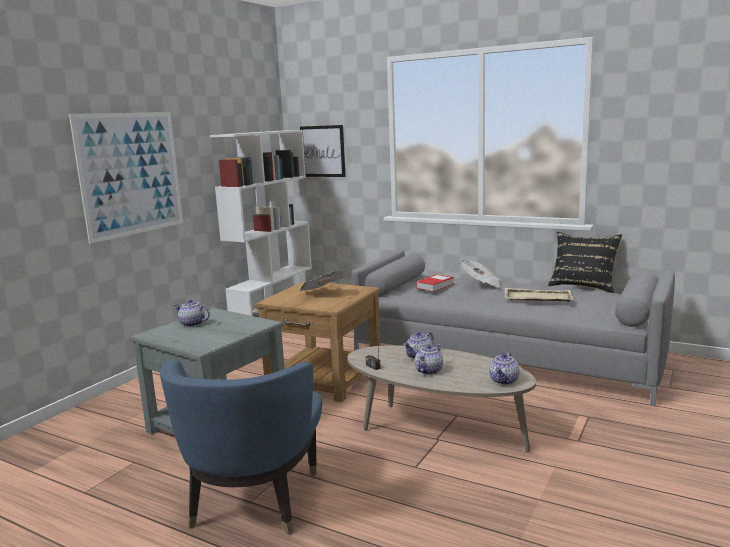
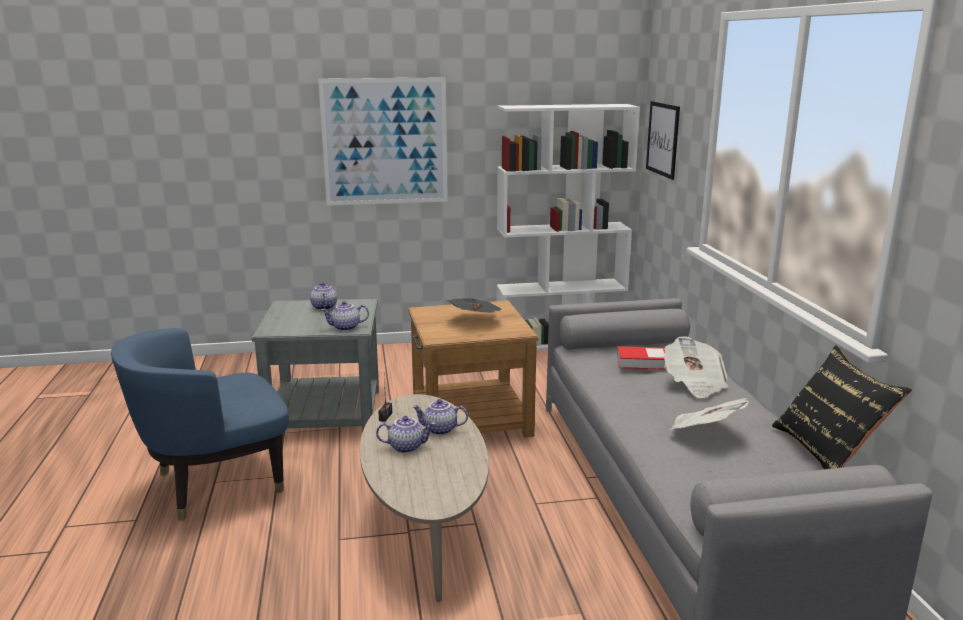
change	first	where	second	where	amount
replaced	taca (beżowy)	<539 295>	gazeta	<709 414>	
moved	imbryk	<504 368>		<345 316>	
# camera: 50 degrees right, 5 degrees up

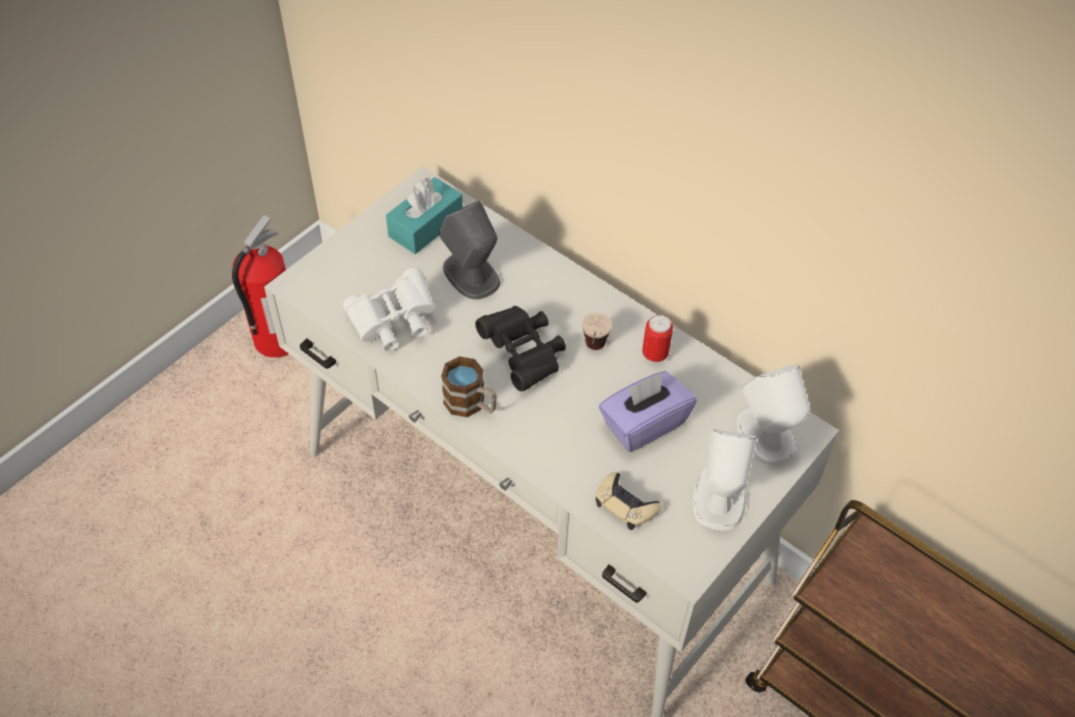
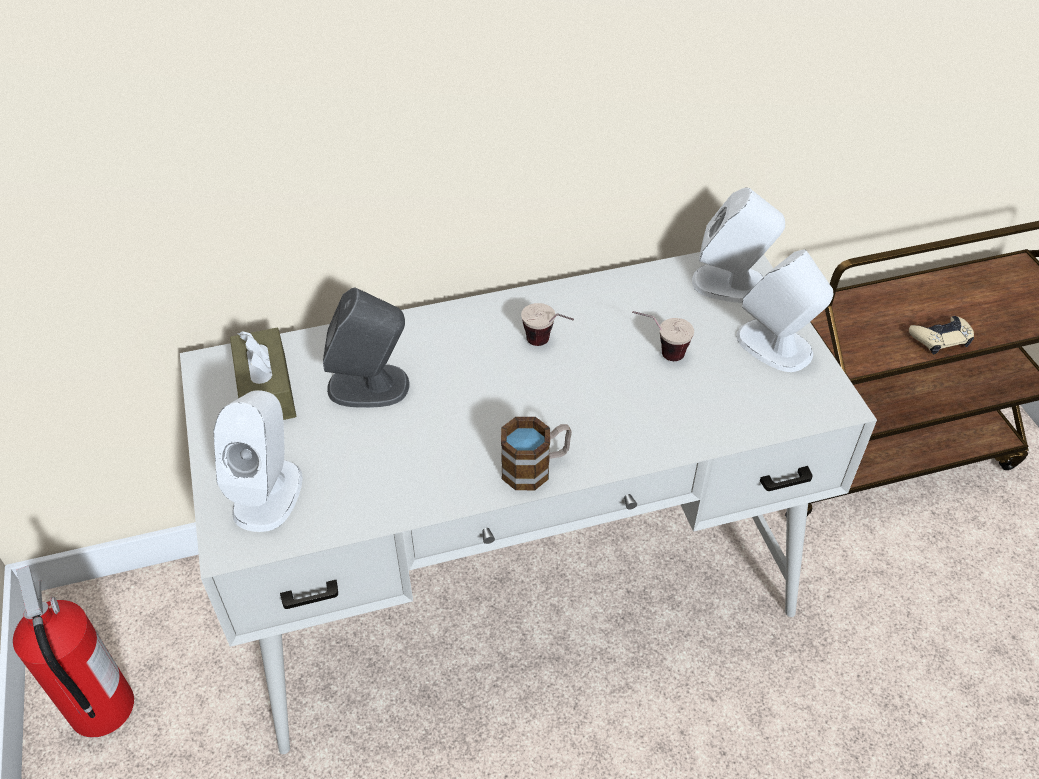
change	first	where	second	where	amount
recoloured	pudełko chusteczek (turkusowy)	<424 215>	pudełko chusteczek (brązowy)	<263 374>	
removed	lornetka (biały)	<389 309>			
removed	lornetka (czarny)	<520 348>			
removed	puszka	<657 339>			
replaced	pudełko chusteczek (fioletowy)	<648 411>	filiżanka	<663 336>	
moved	pad do gier (beżowy)	<628 501>		<941 335>	
added			głośnik (biały)	<258 461>	
# camera: 55 degrees left, 5 degrees down

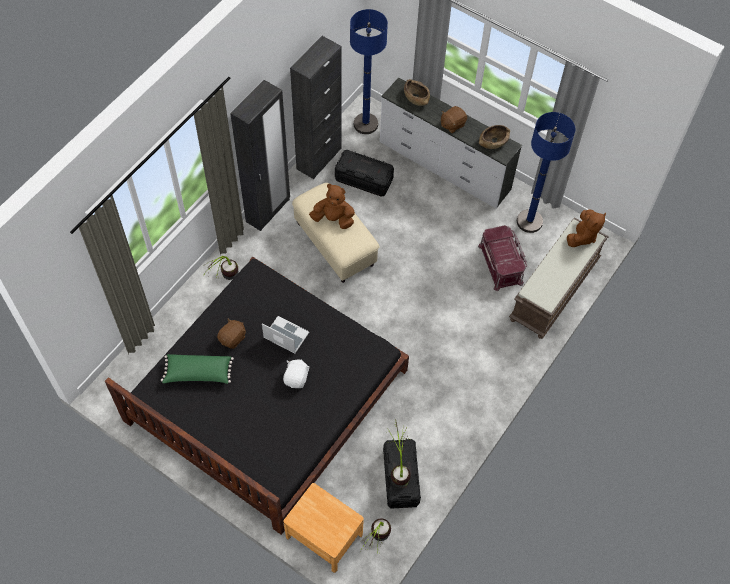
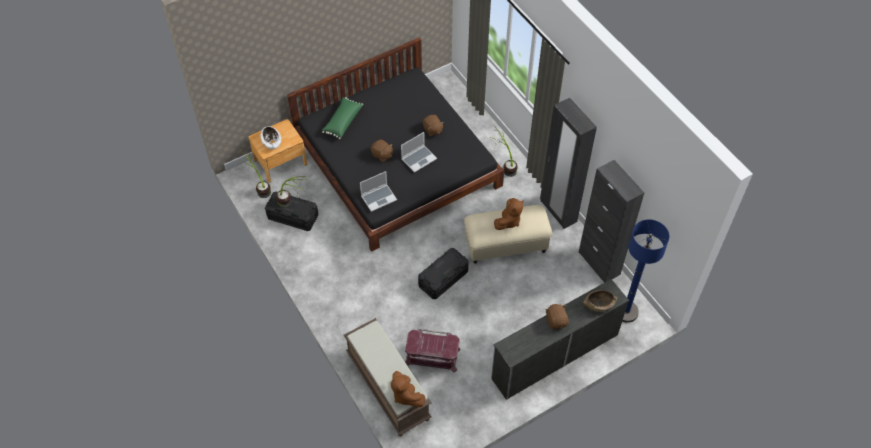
change	first	where	second	where	amount
removed	lampa stojąca (niebieski)	<546 172>			
removed	miska (brązowy)	<494 137>			
moved	pojemnik do przechowywania (czarny)	<364 173>		<443 273>	
moved	poduszka (zielony)	<197 369>		<342 118>	
recoloured	pluszak (biały)	<296 373>	pluszak (brązowy)	<382 150>	
added			miska (biały)	<271 137>	
added			laptop	<378 191>	
# camera: 115 degrees right, 5 degrees down

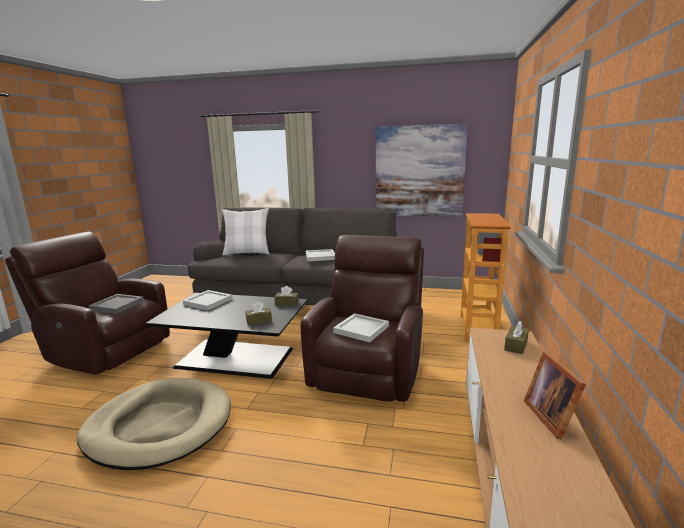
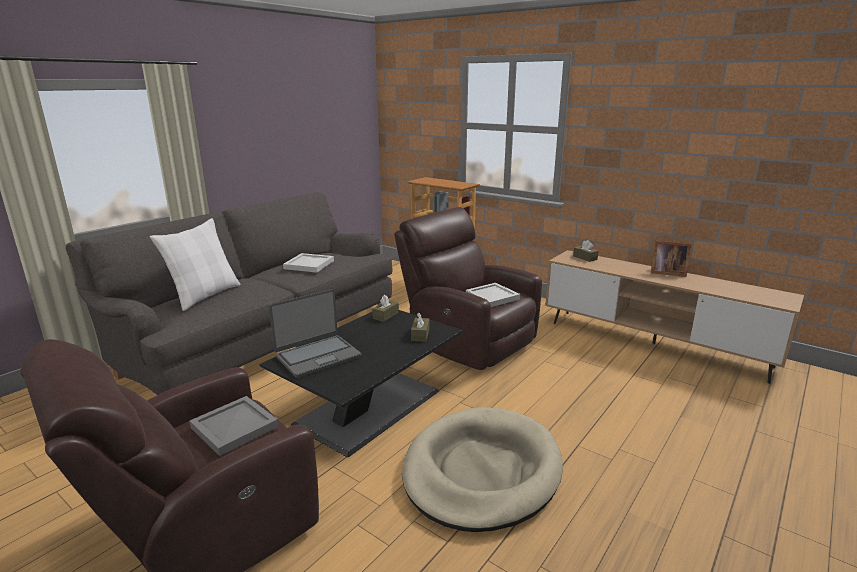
change	first	where	second	where	amount
removed	obraz	<422 170>			
replaced	taca (biały)	<208 300>	laptop	<315 333>	
# camera: 65 degrees left, 5 degrees up

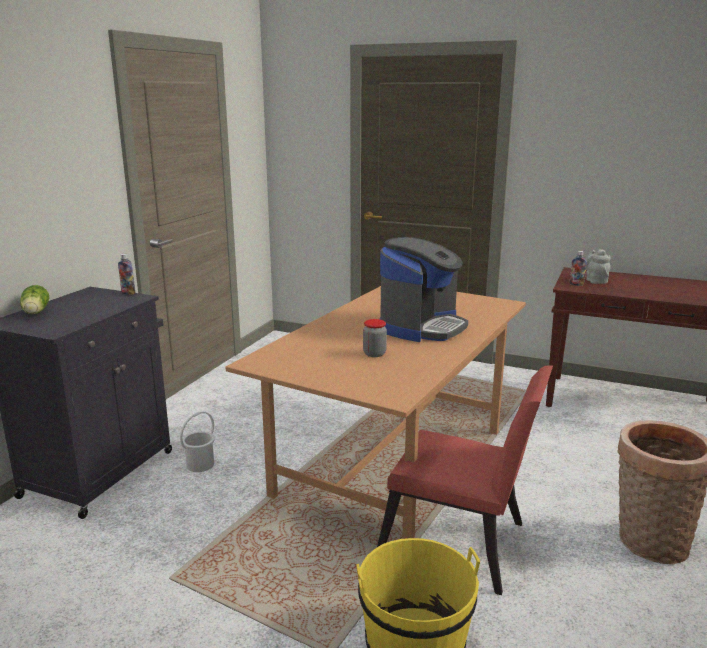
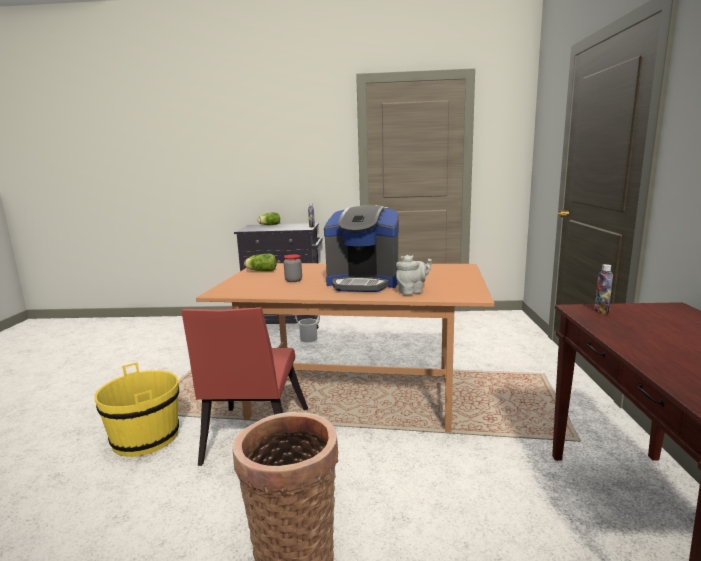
change	first	where	second	where	amount
moved	imbryk (szary)	<598 266>		<414 275>	
added			sałata	<260 262>	
# camera: 70 degrees right, 5 degrees down

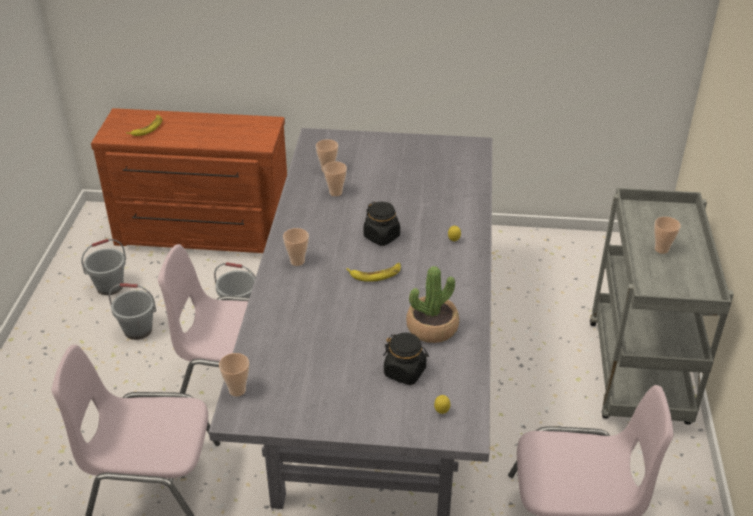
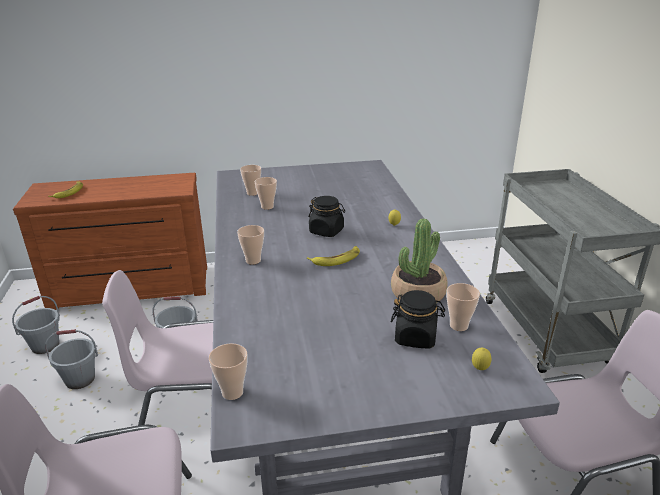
change	first	where	second	where	amount
moved	filiżanka	<667 235>		<463 307>	
# camera: 15 degrees left, 10 degrees down

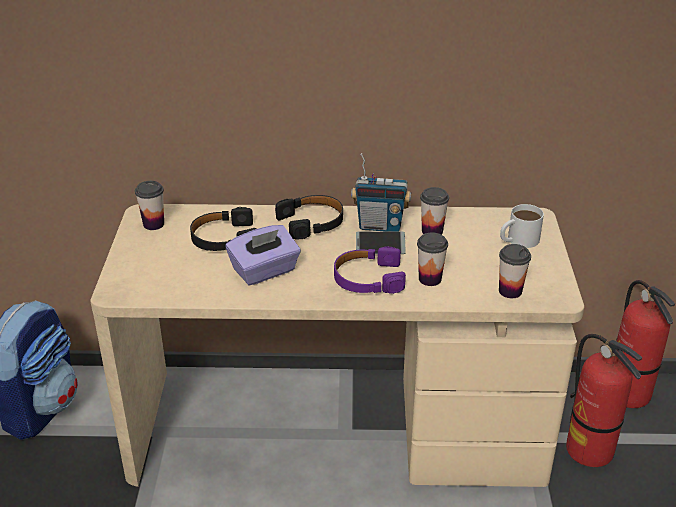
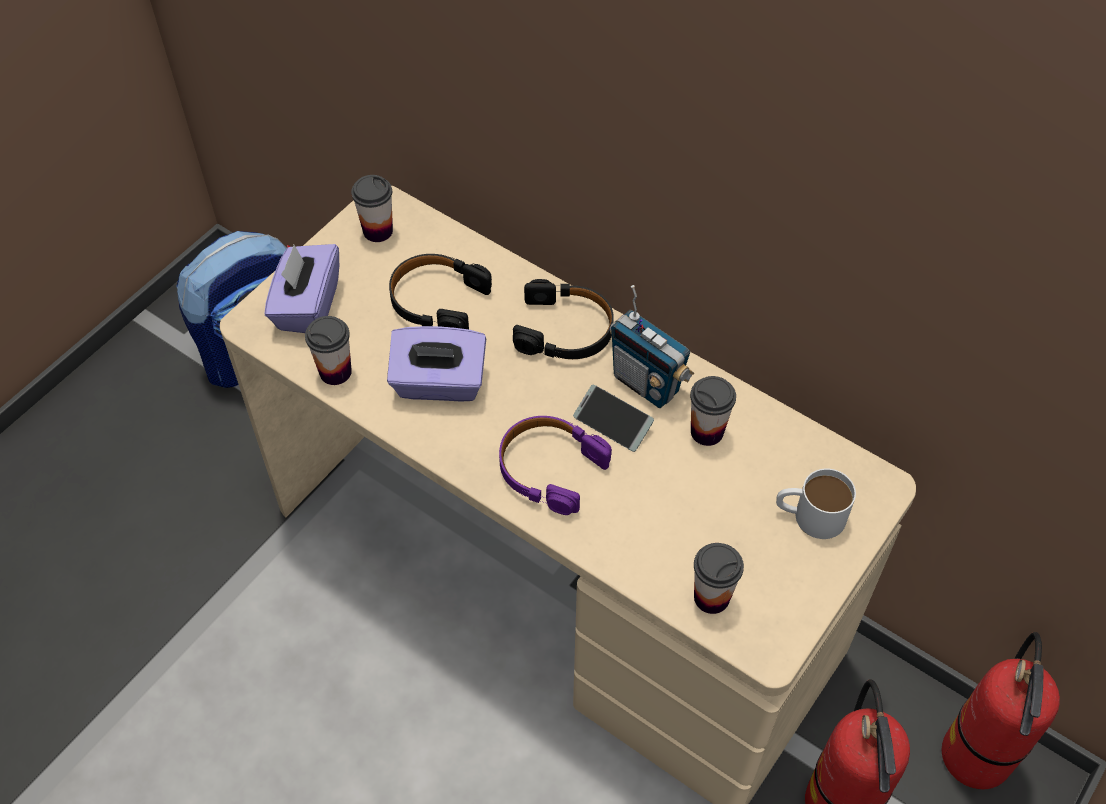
change	first	where	second	where	amount
moved	filiżanka	<432 259>		<328 350>	
added			pudełko chusteczek (fioletowy)	<301 288>	
# camera: 35 degrees right, 20 degrees up

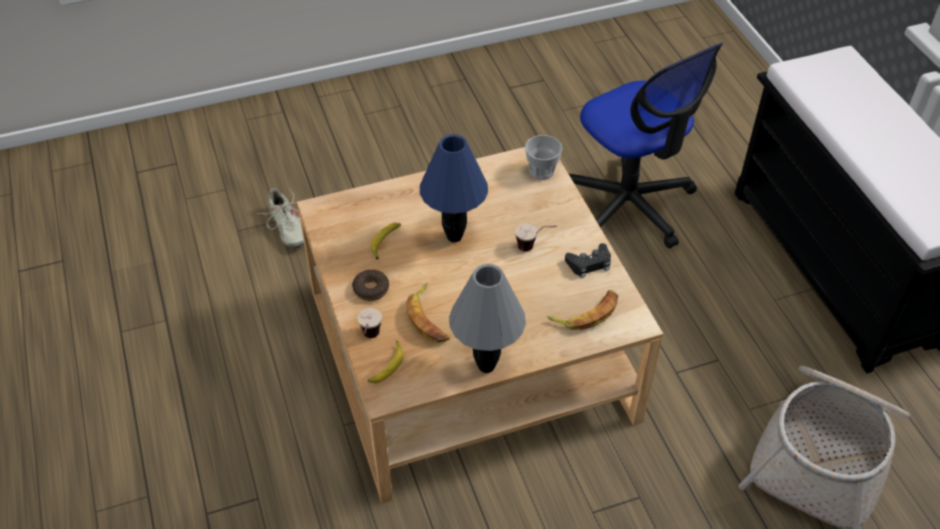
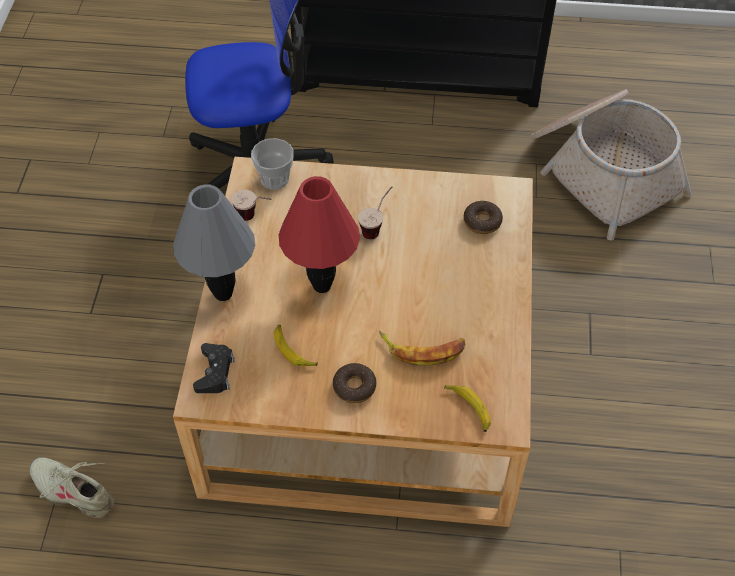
change	first	where	second	where	amount
recoloured	lampa stołowa (niebieski)	<454 188>	lampa stołowa (czerwony)	<319 234>	
turned	but (beżowy)	<280 218>		<71 487>	150 degrees counterclockwise
moved	pad do gier (czarny)	<588 260>		<214 368>	
moved	lampa stołowa (szary)	<487 318>		<214 242>	
replaced	banan	<582 310>	donut	<483 217>	
moved	filiżanka	<370 323>		<251 205>	
# camera: 65 degrees left, 5 degrees up

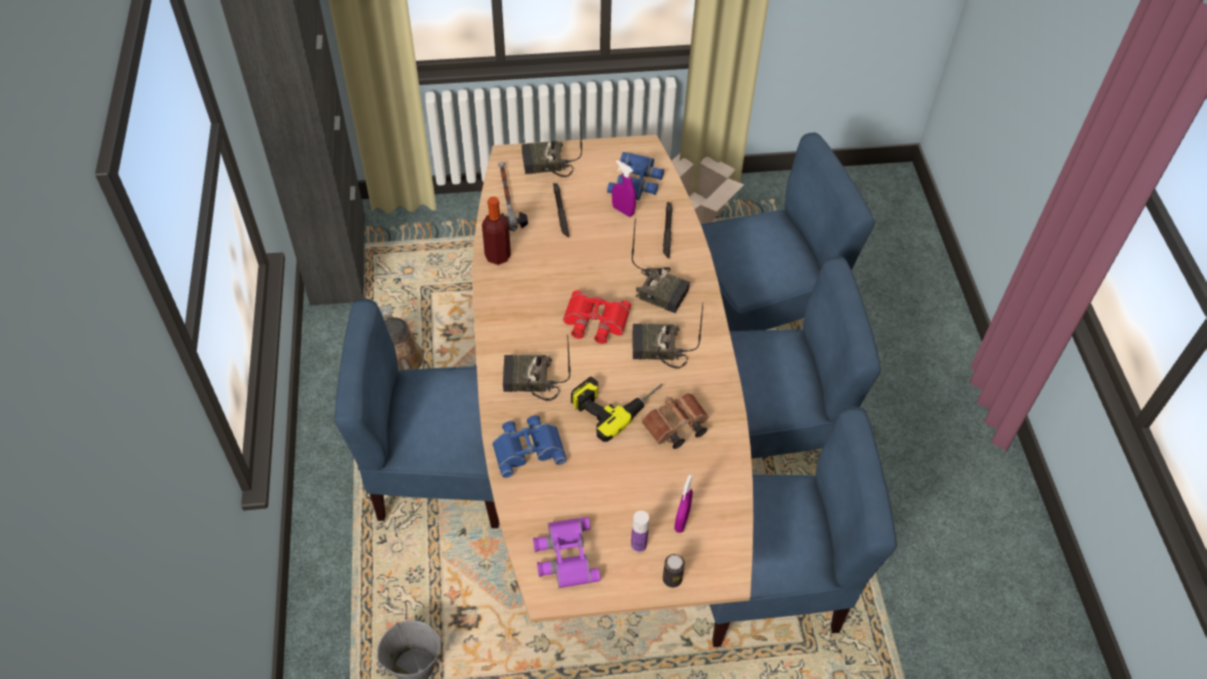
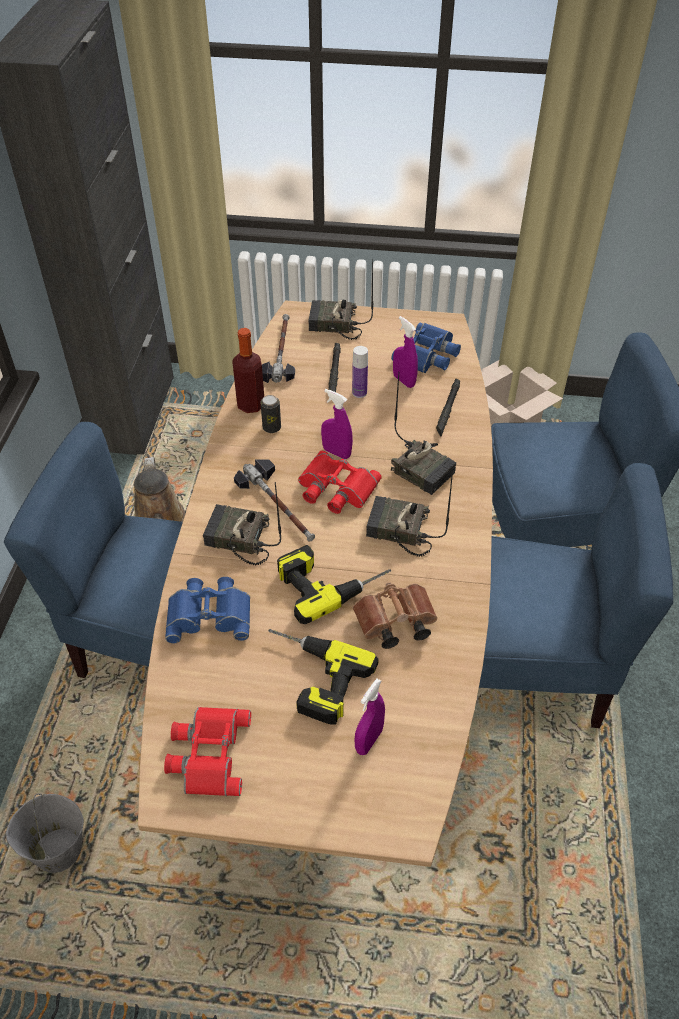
change	first	where	second	where	amount
removed	krzesło (niebieski)	<803 527>			
moved	butelka	<640 531>		<360 372>	
recoloured	lornetka (fioletowy)	<567 552>	lornetka (czerwony)	<207 751>	
moved	puszka	<674 571>		<270 414>	
added			spryskiwacz (fioletowy)	<337 424>	
added			młotek	<274 500>	
added			wiertarka	<323 676>	
# camera: 15 degrees right, 5 degrees down

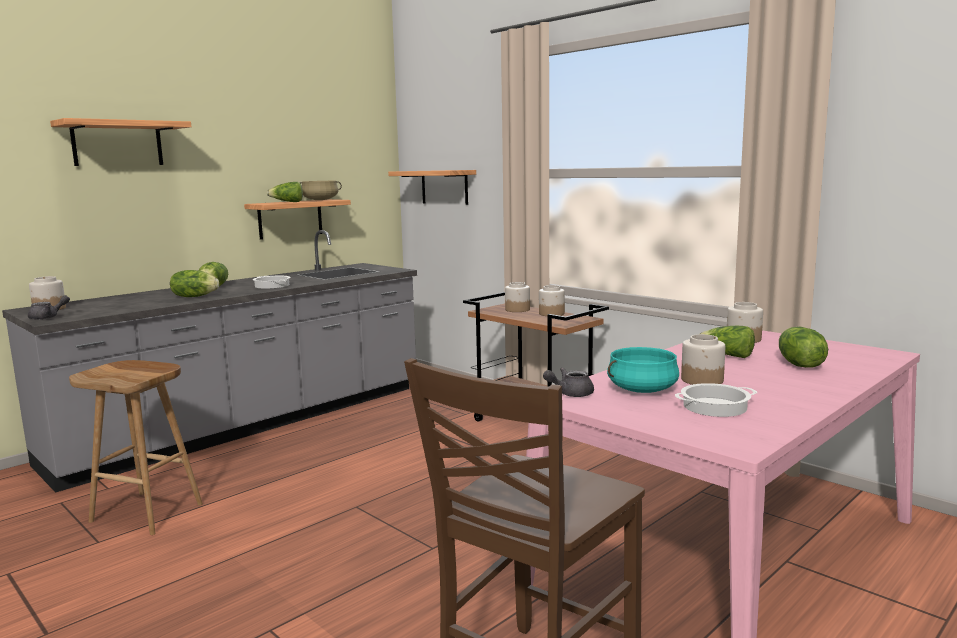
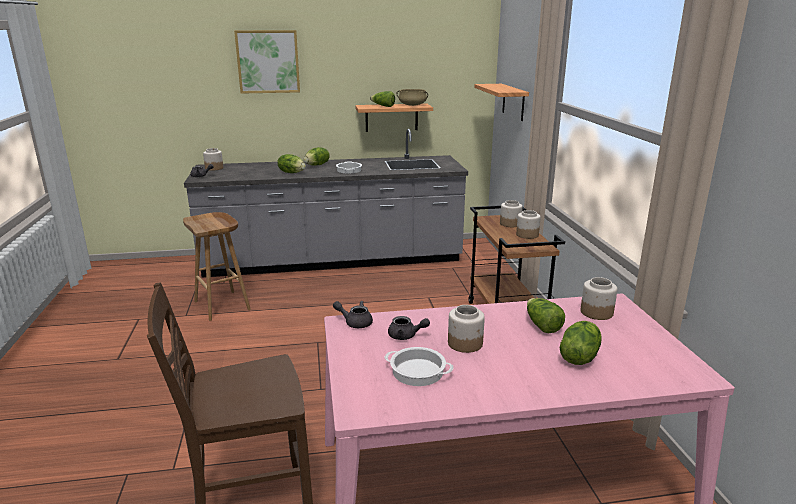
change	first	where	second	where	amount
replaced	półka	<120 142>	obraz	<267 62>	
replaced	garnek (turkusowy)	<643 370>	imbryk (szary)	<409 328>	
# camera: 35 degrees right, 10 degrees up

